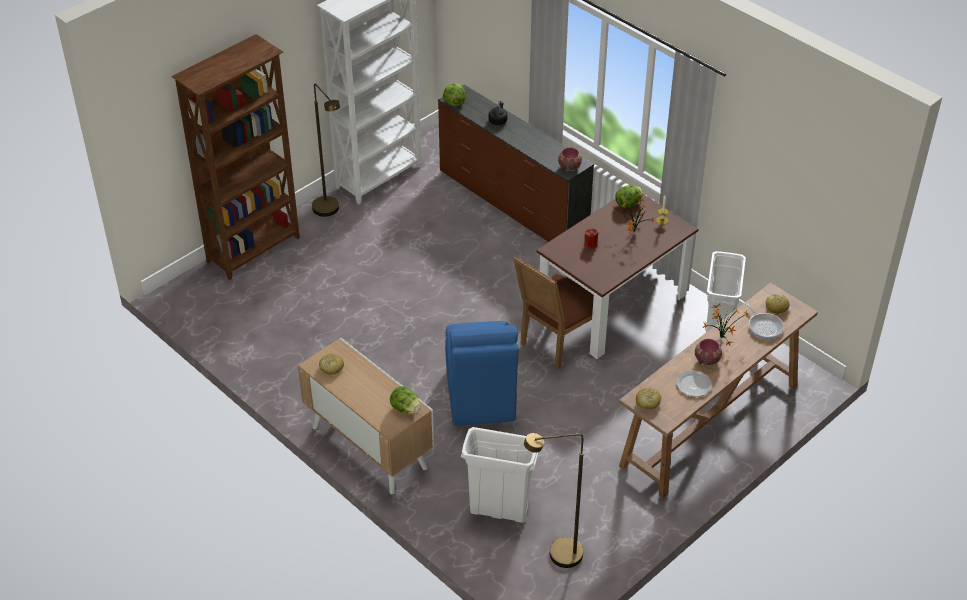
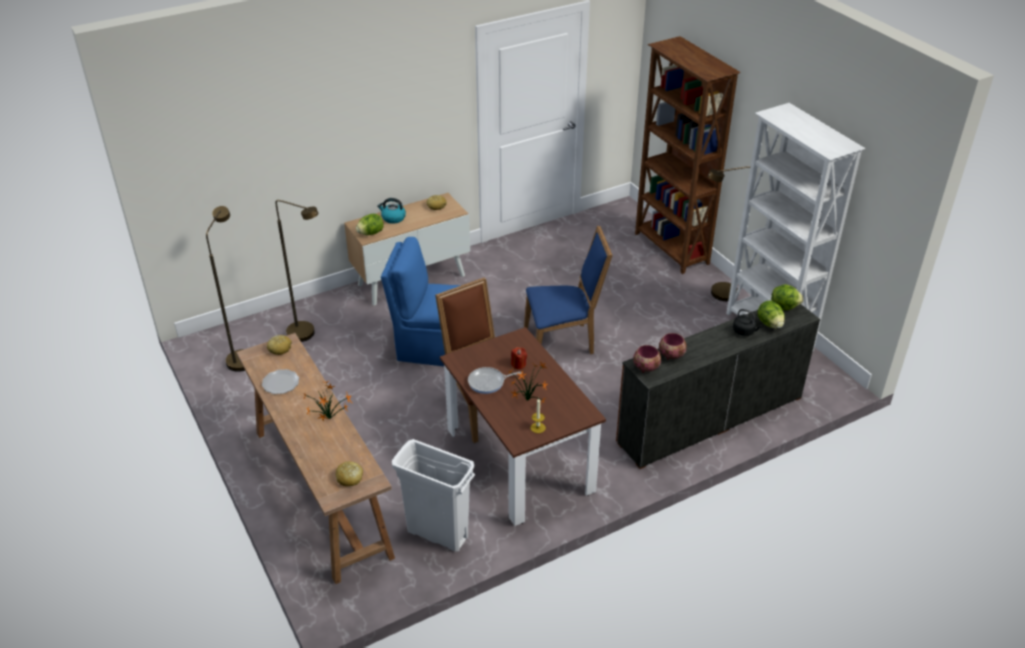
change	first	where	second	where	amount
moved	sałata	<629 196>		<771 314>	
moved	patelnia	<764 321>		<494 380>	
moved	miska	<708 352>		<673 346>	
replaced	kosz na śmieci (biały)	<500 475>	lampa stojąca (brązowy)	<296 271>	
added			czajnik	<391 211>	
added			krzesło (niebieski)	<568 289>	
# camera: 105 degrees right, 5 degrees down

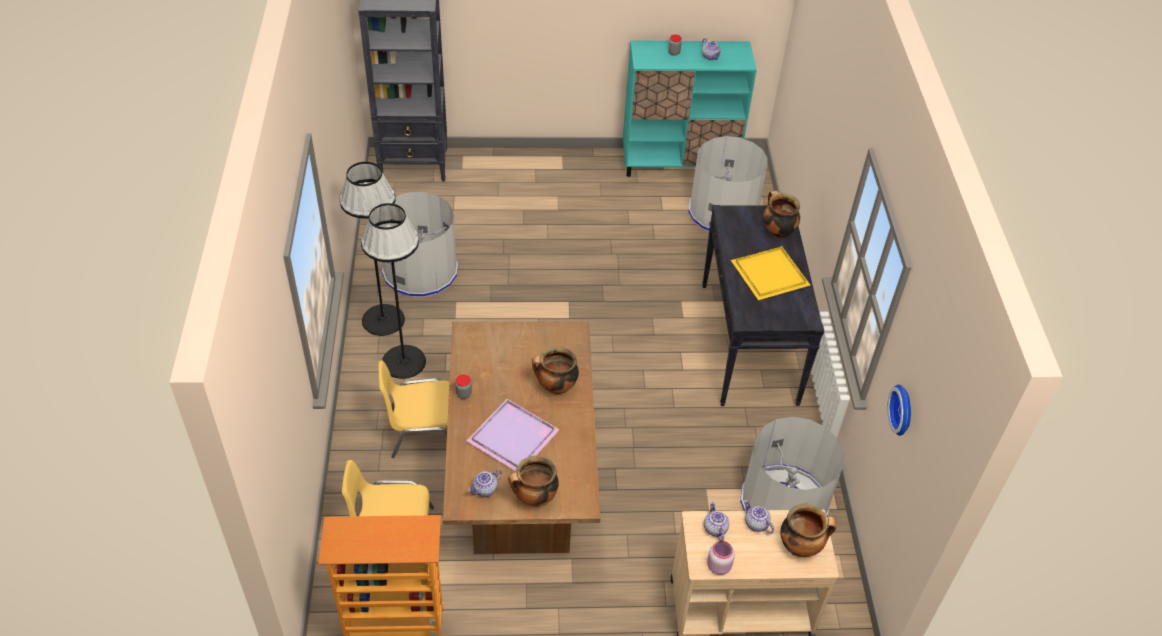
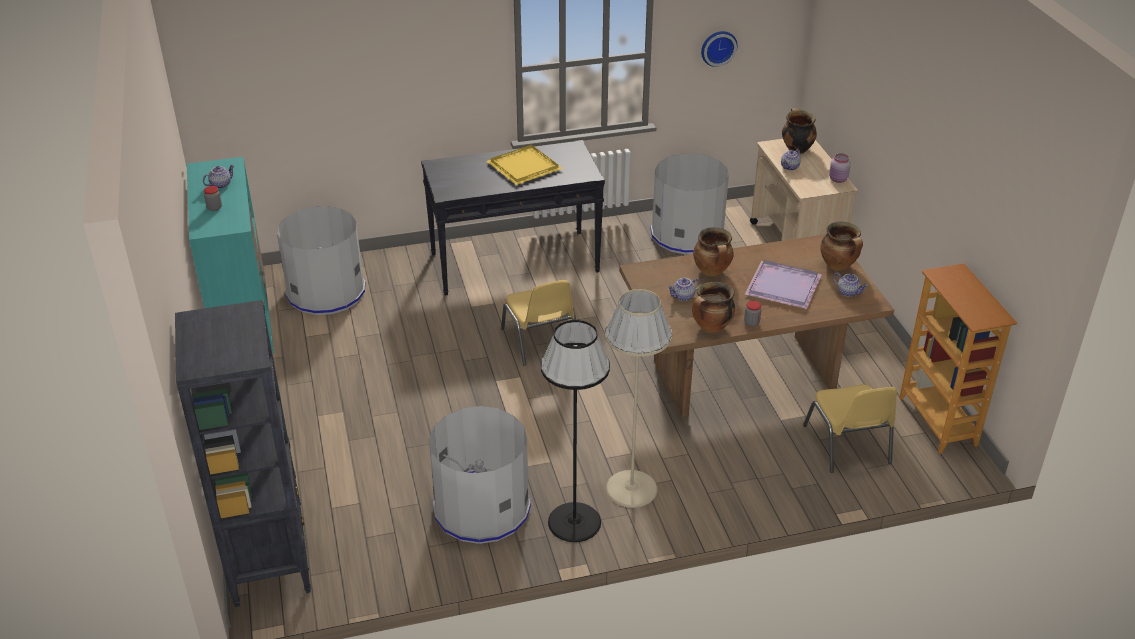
change	first	where	second	where	amount
moved	garnek	<781 215>		<713 307>	
recoloured	lampa stojąca (czarny)	<393 291>	lampa stojąca (beżowy)	<638 398>	
moved	krzesło (żółty)	<414 409>		<538 323>	
moved	imbryk	<716 521>		<684 289>	
# camera: 100 degrees left, 10 degrees down

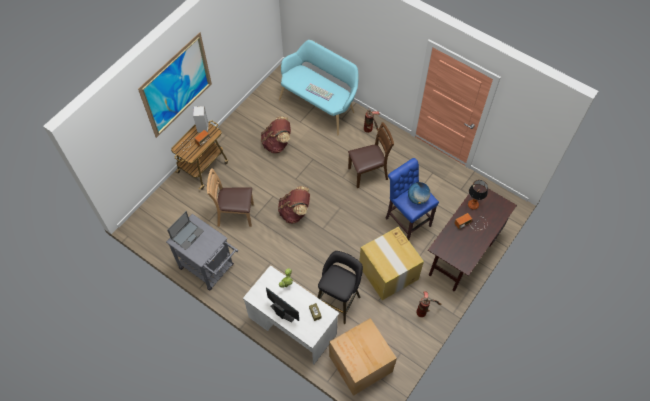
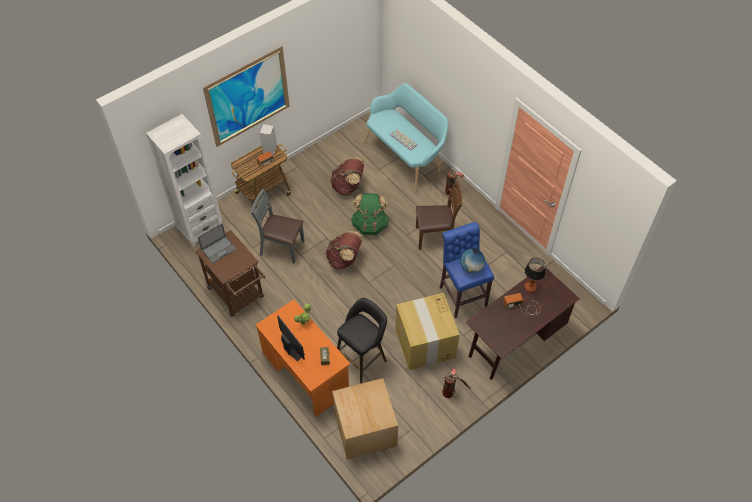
change	first	where	second	where	amount
recoloured	krzesło (brązowy)	<230 197>	krzesło (szary)	<277 226>	
recoloured	wózek (szary)	<202 252>	wózek (brązowy)	<230 273>	
recoloured	biurko (biały)	<291 315>	biurko (pomarańczowy)	<302 358>	
added			regał (biały)	<185 180>	
added			plecak (zielony)	<370 214>	
# camera: 15 degrees right, 5 degrees down

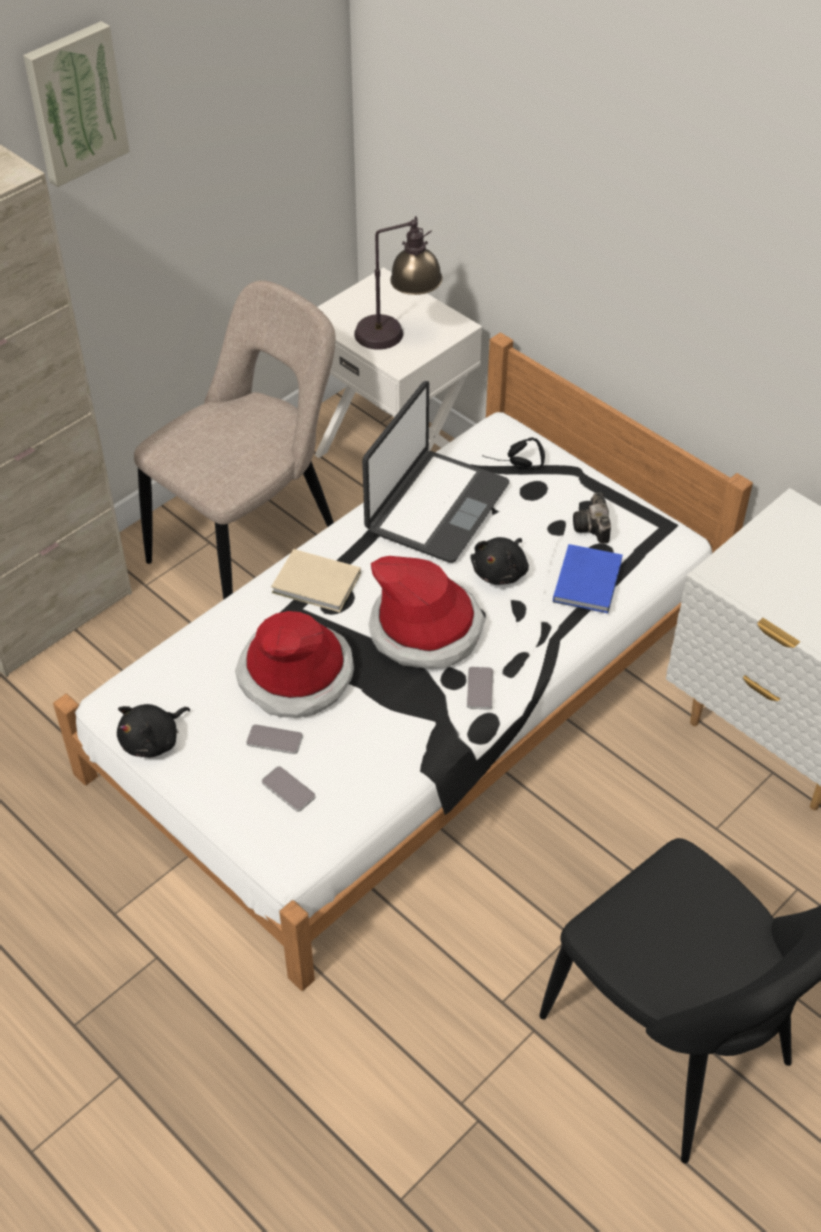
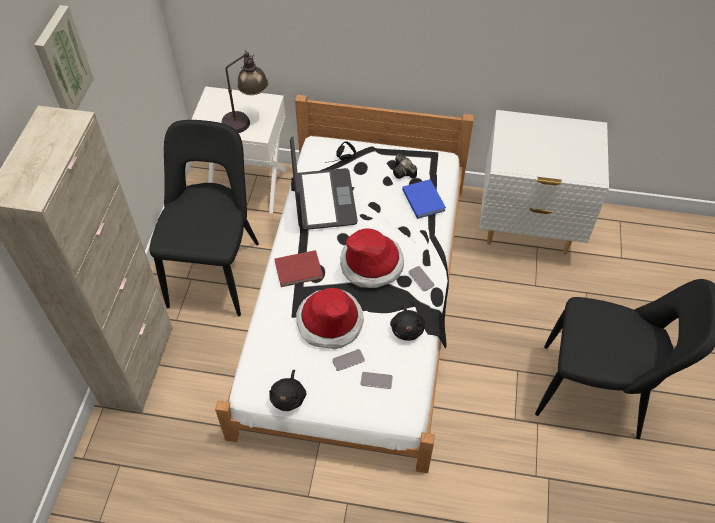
change	first	where	second	where	amount
recoloured	krzesło (beżowy)	<235 440>	krzesło (czarny)	<204 218>	
moved	pluszak (czarny)	<500 561>		<407 322>	
recoloured	książka (beżowy)	<316 580>	książka (czerwony)	<298 268>	
# camera: 35 degrees left, 5 degrees up

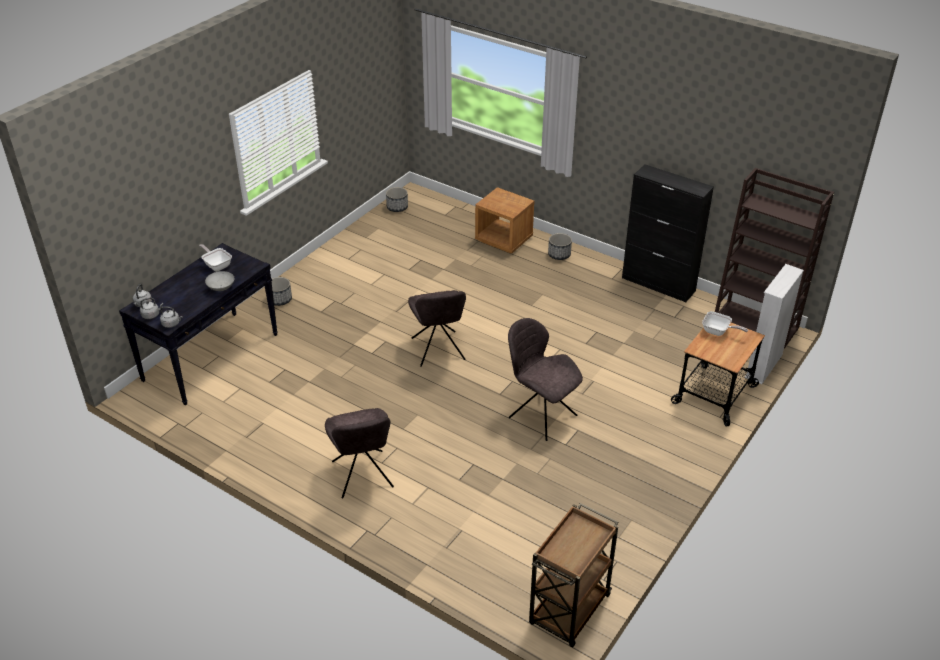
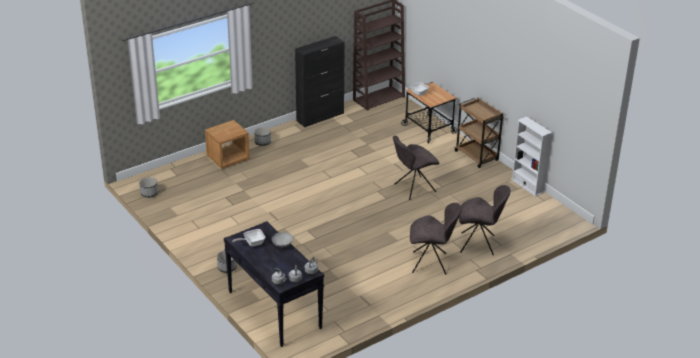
change	first	where	second	where	amount
moved	regał (biały)	<774 324>		<531 157>	
moved	krzesło (szary)	<437 328>		<484 220>	
moved	wózek (brązowy)	<574 575>		<479 133>	
# camera: 70 degrees left, 5 degrees down

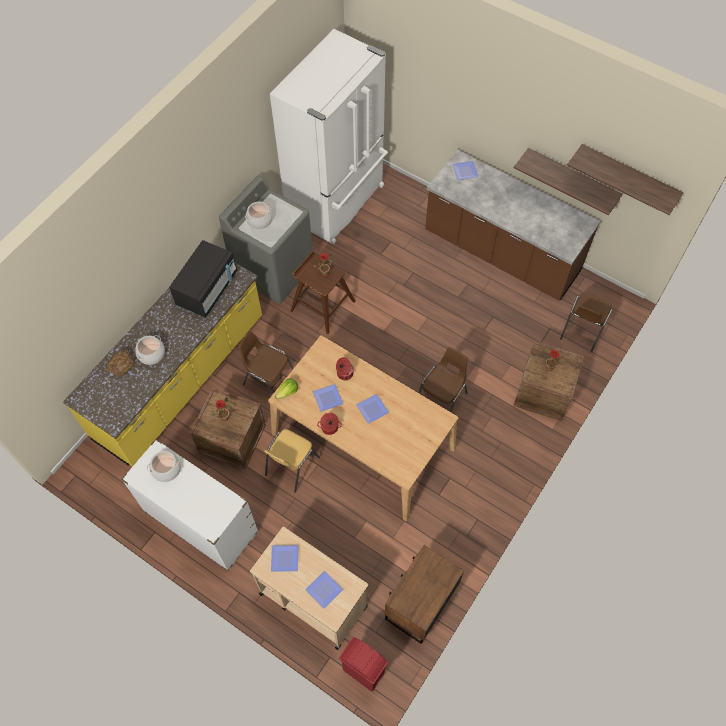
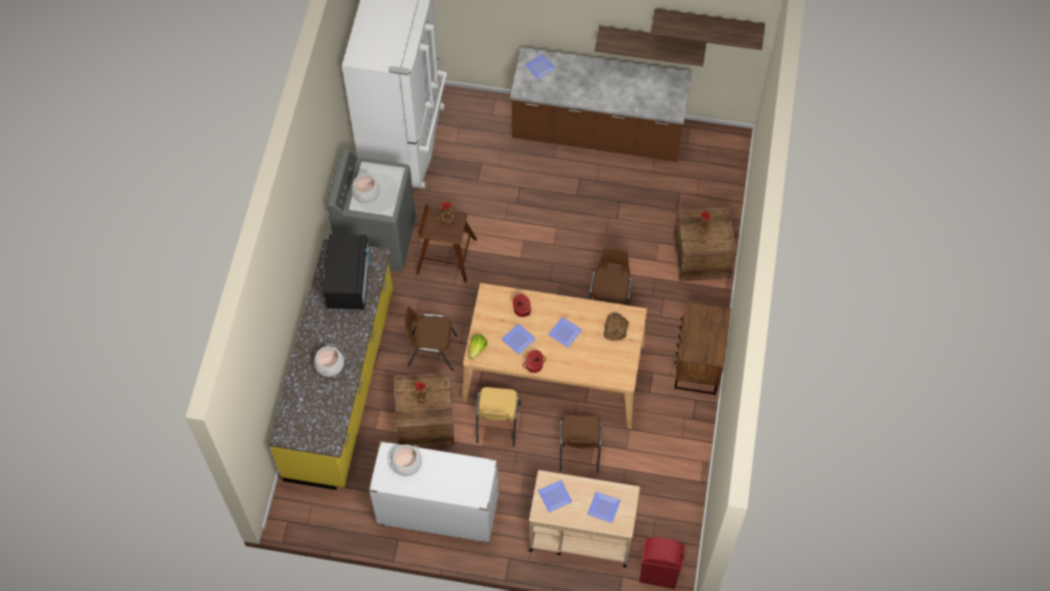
change	first	where	second	where	amount
moved	krzesło (brązowy)	<586 323>		<581 444>	
moved	chleb	<120 362>		<616 327>	
moved	szafka nocna (brązowy)	<424 594>		<703 348>	
# camera: 25 degrees left, 0 degrees up

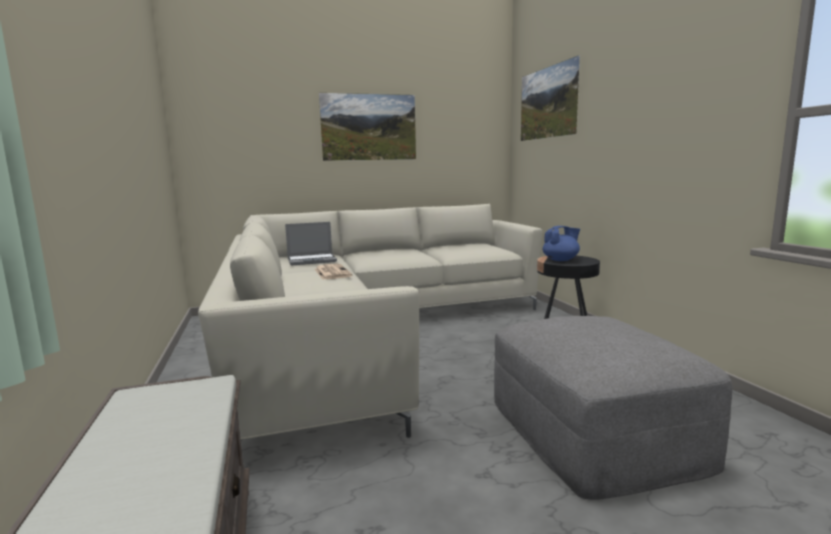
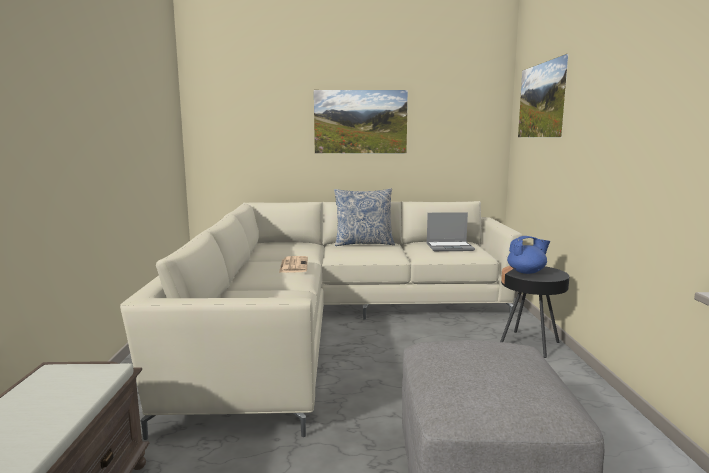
change	first	where	second	where	amount
moved	laptop	<311 243>		<451 231>	
added			poduszka	<364 217>	
# camera: 15 degrees right, 0 degrees up

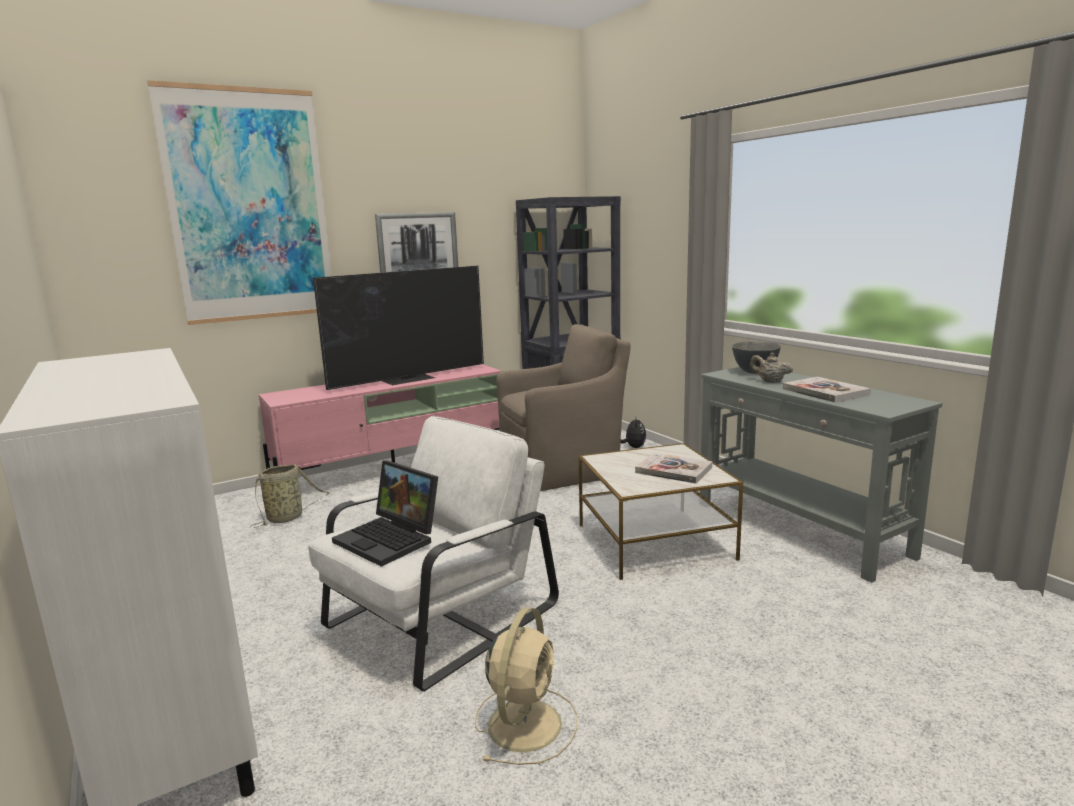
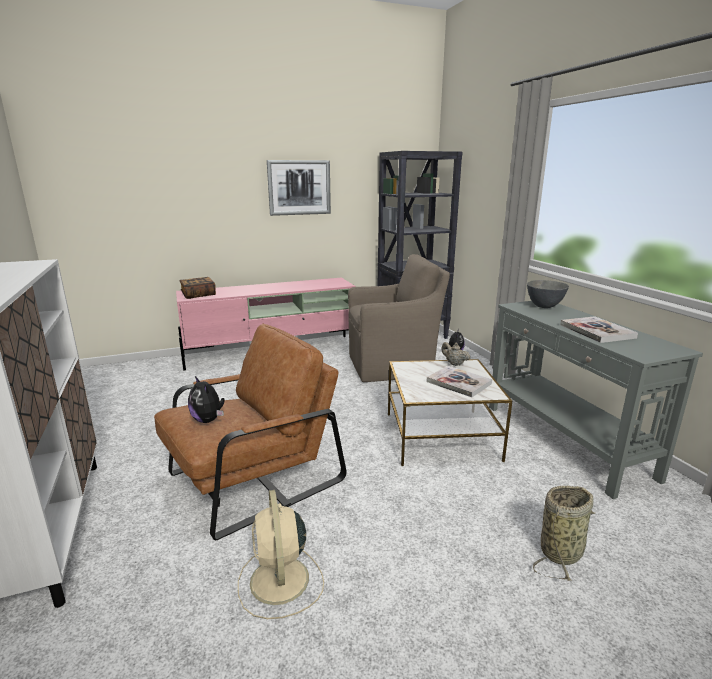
change	first	where	second	where	amount
removed	obraz	<239 202>			
removed	telewizor	<398 328>			
moved	imbryk (beżowy)	<771 368>		<455 354>	
recoloured	fotel (biały)	<433 553>	fotel (brązowy)	<250 432>	
replaced	laptop	<385 513>	pluszak	<206 399>	
moved	koszyk	<290 496>		<564 533>	
turned	wentylator (beżowy)	<526 686>		<281 554>	135 degrees clockwise
added			książka	<197 288>	
# camera: 10 degrees right, 5 degrees up

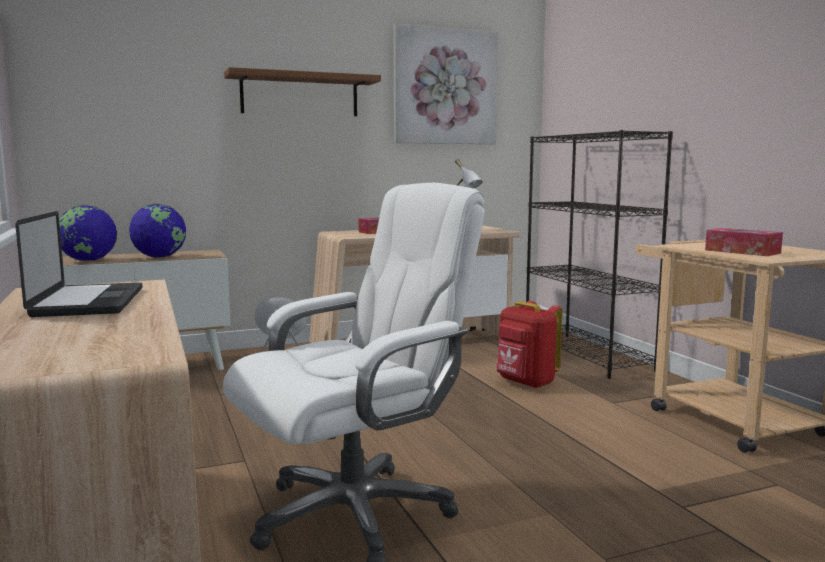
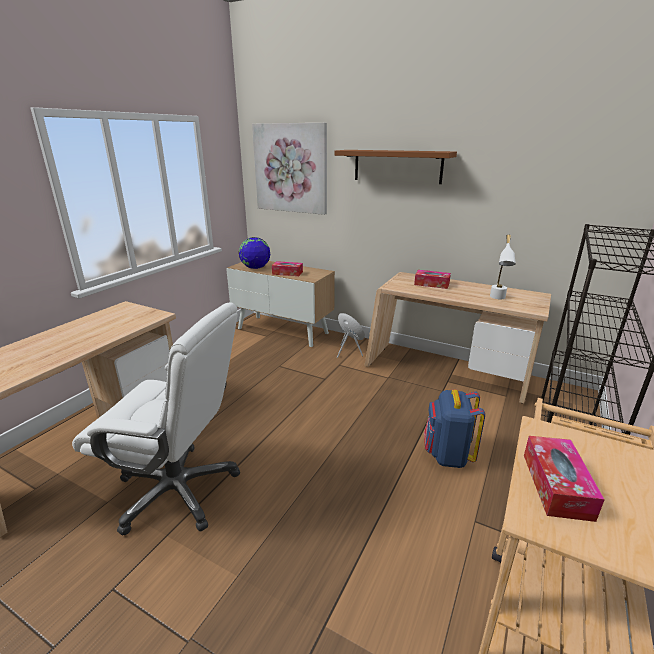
change	first	where	second	where	amount
moved	obraz	<446 84>		<289 169>	
replaced	globus	<157 231>	pudełko chusteczek	<287 268>	
removed	laptop	<78 264>			
recoloured	plecak (czerwony)	<529 345>	plecak (niebieski)	<454 429>	
# camera: 50 degrees right, 15 degrees up

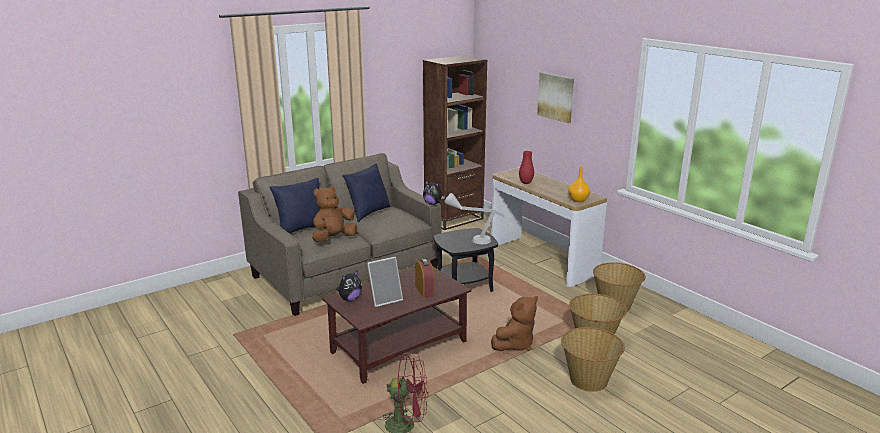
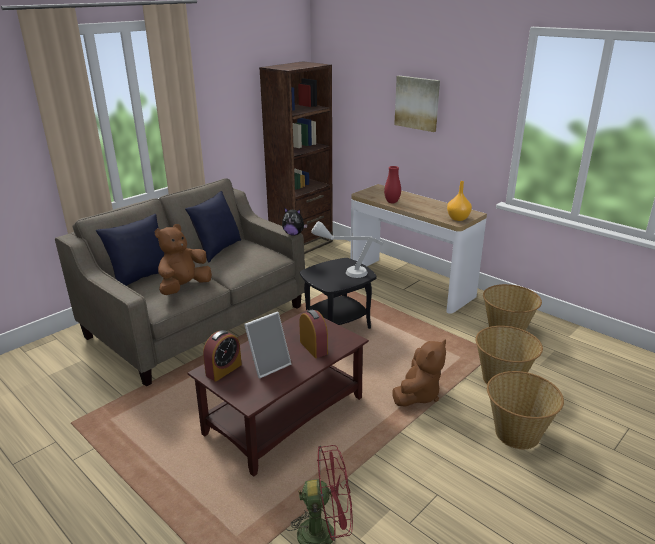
change	first	where	second	where	amount
replaced	pluszak	<349 286>	budzik	<222 356>	
# camera: 10 degrees left, 5 degrees up

